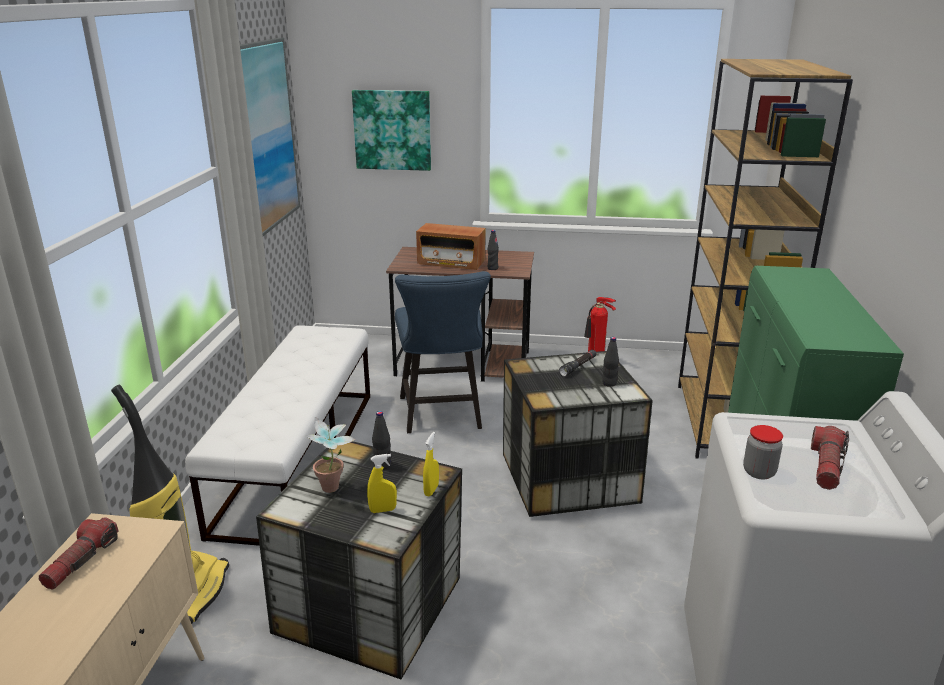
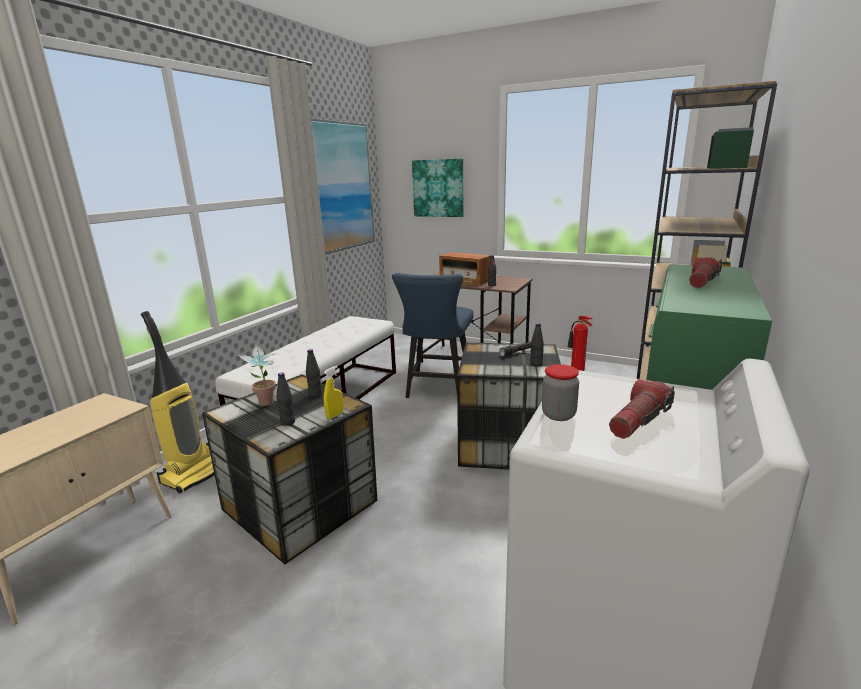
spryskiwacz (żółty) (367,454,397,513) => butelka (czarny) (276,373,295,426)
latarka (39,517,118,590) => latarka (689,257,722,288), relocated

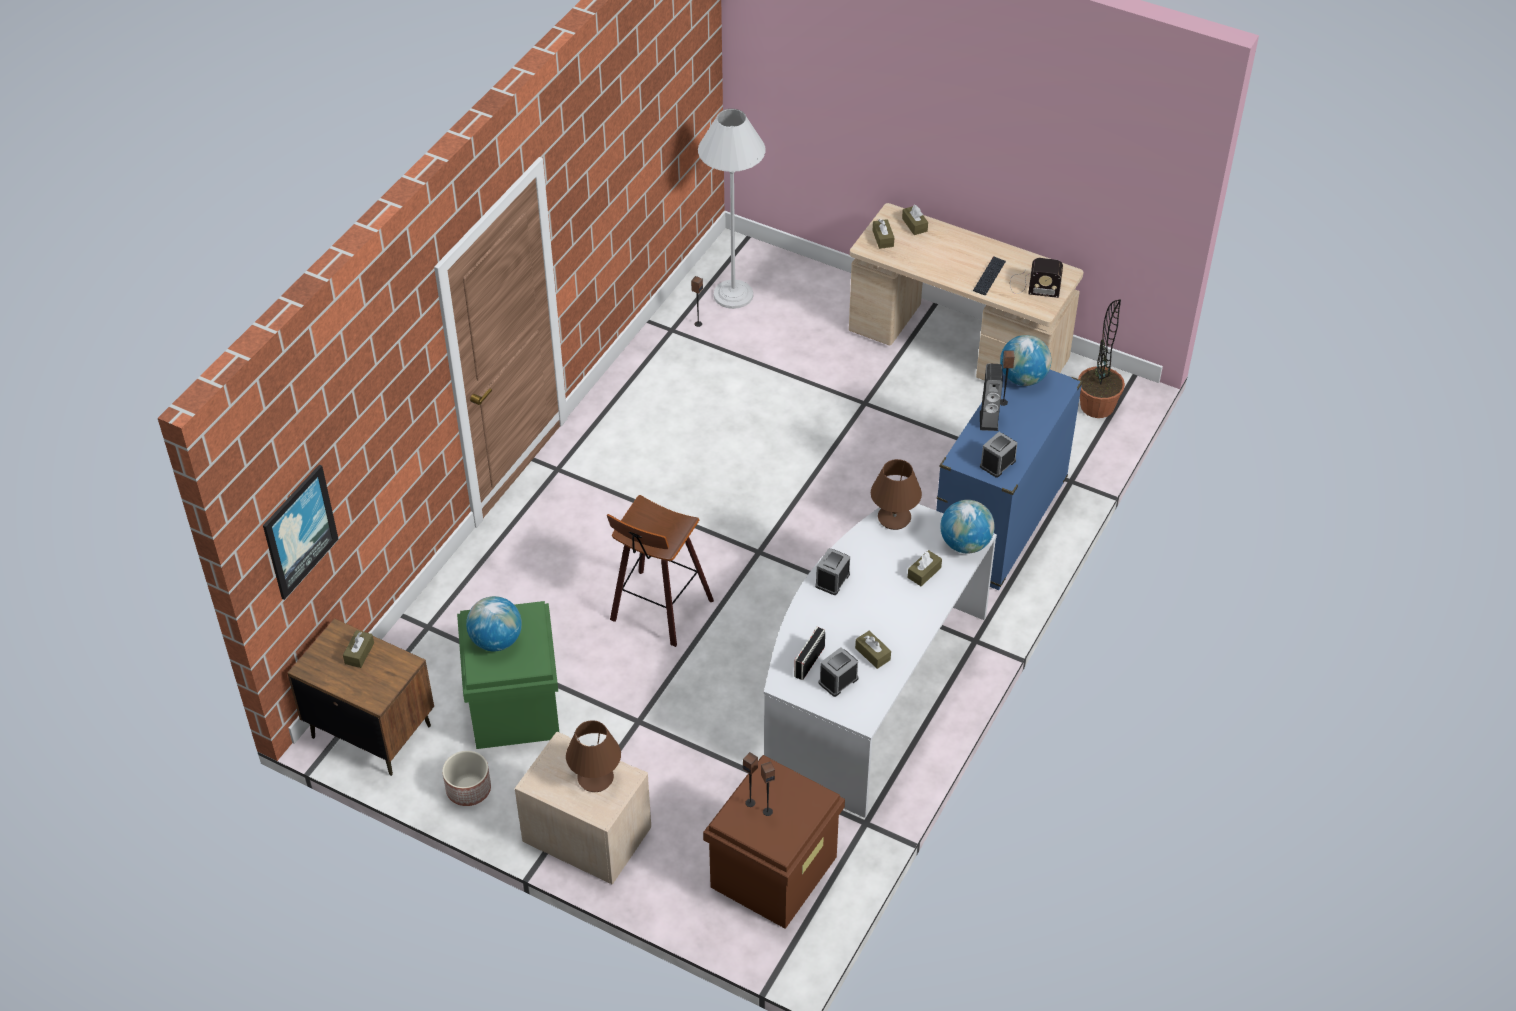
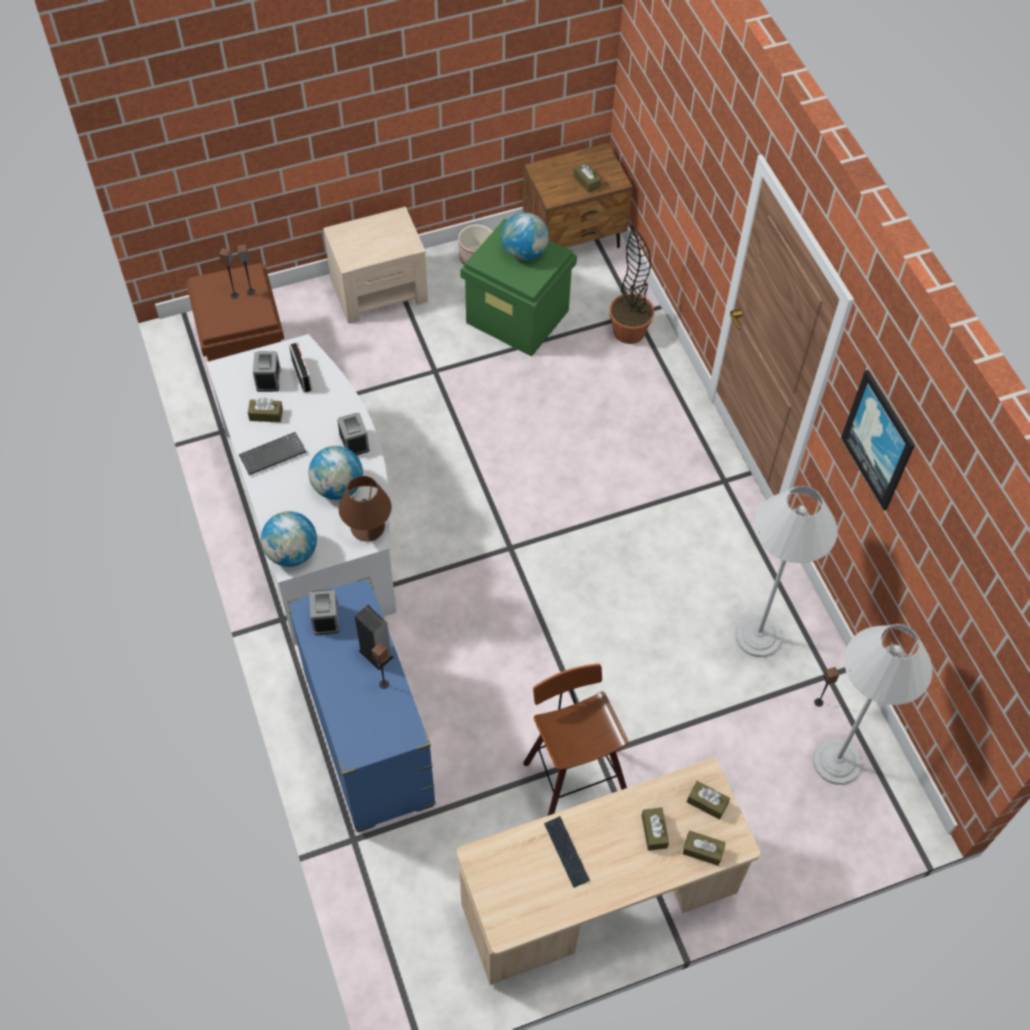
nothing => klawiatura (239,432,306,475)
globus (1000,335,1051,386) => globus (309,446,363,500), relocated
stołek (607,495,714,647) => stołek (523,664,628,816), relocated
roślina doniczkowa (1078,299,1125,418) => roślina doniczkowa (609,225,654,344), relocated
pudełko chusteczek (brązowy) (908,550,942,586) => pudełko chusteczek (brązowy) (642,808,669,851), relocated
nothing => lampa stojąca (biały) (735,485,838,657)
obraz (263,464,338,600) => obraz (841,370,915,510), relocated
lampa stołowa (brązowy) (566,720,621,792) => nothing
radio (1010,258,1063,298) => nothing

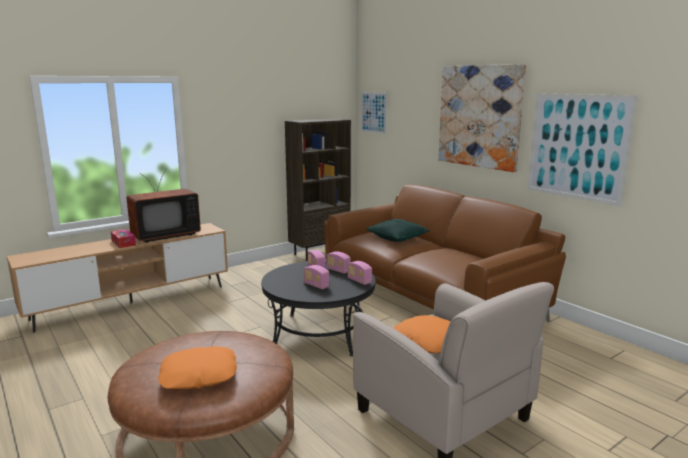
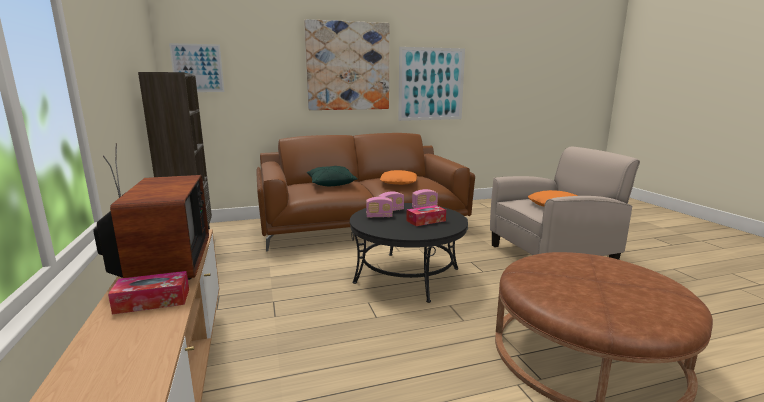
poduszka (pomarańczowy) (158,346,237,389) => poduszka (pomarańczowy) (380,170,417,185), relocated
radio (304,265,330,289) => pudełko chusteczek (406,205,446,226)

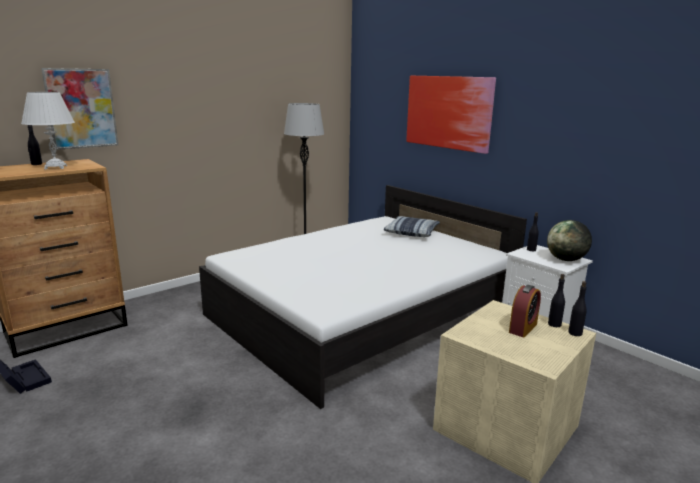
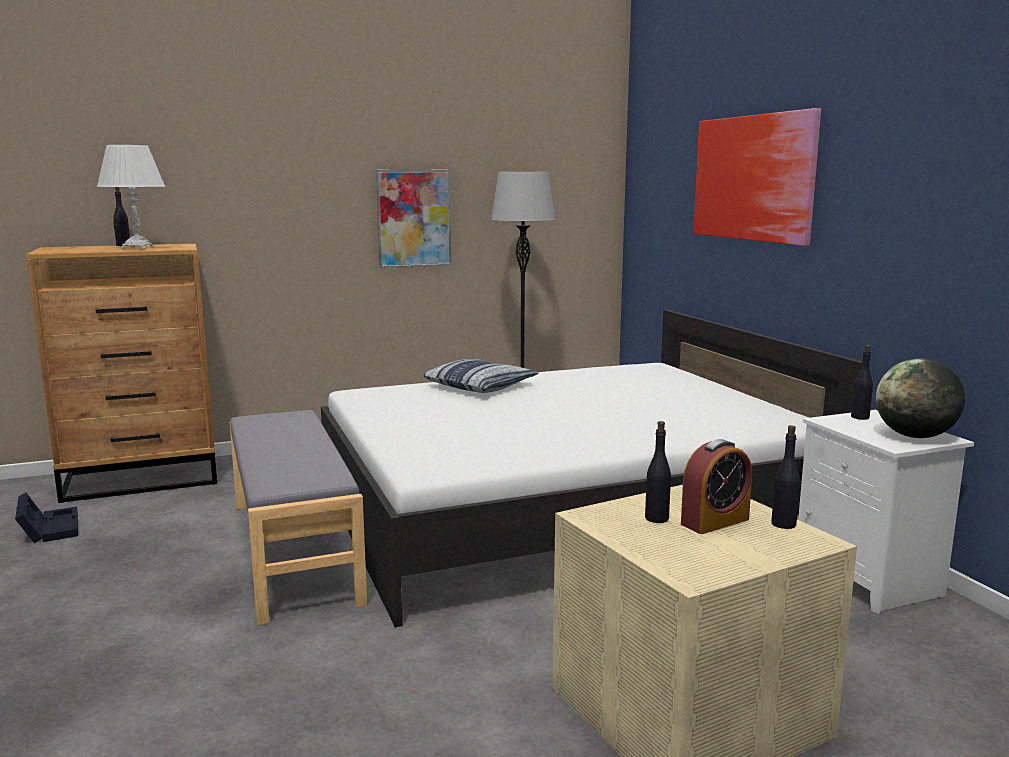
nothing => ławka (szary) (229,410,367,625)
obraz (41,68,118,150) => obraz (376,170,451,268), relocated
poduszka (384,216,440,237) => poduszka (423,359,538,393), relocated
butelka (czarny) (568,281,587,336) => butelka (czarny) (645,421,671,523), relocated

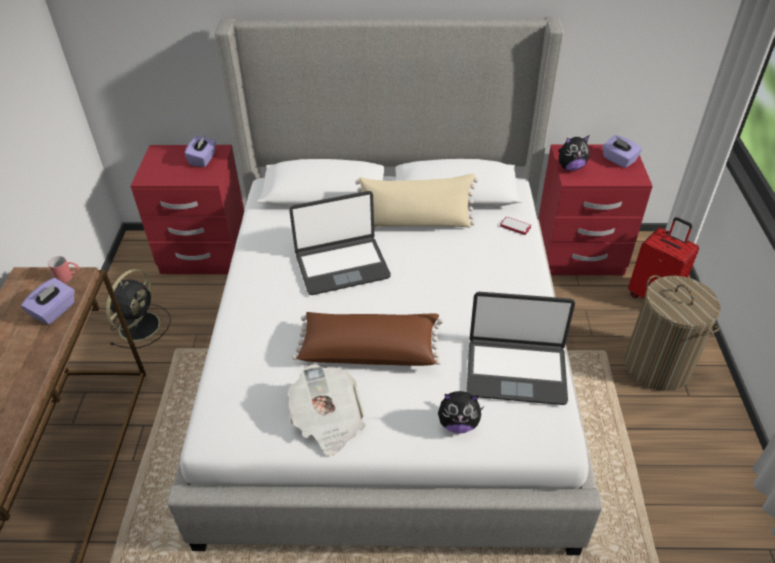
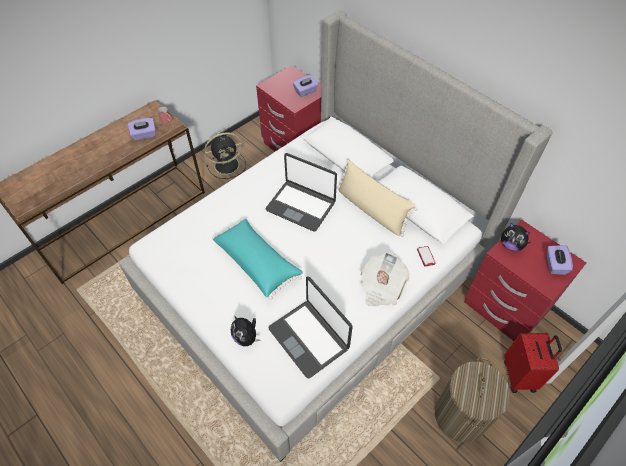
poduszka (brązowy) (292,312,443,366) => poduszka (turkusowy) (212,219,303,300)
gazeta (288,364,365,456) => gazeta (361,252,410,306), relocated

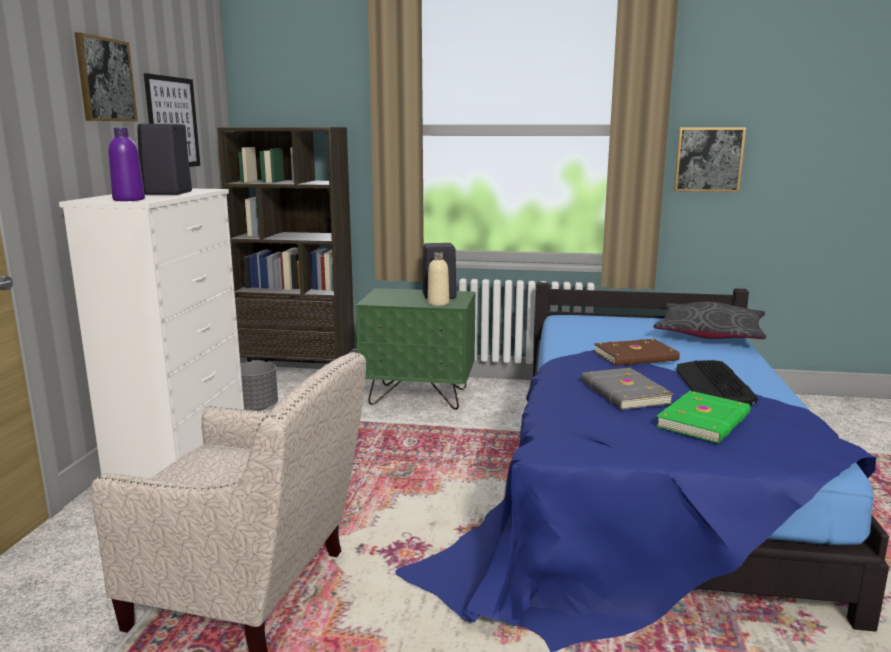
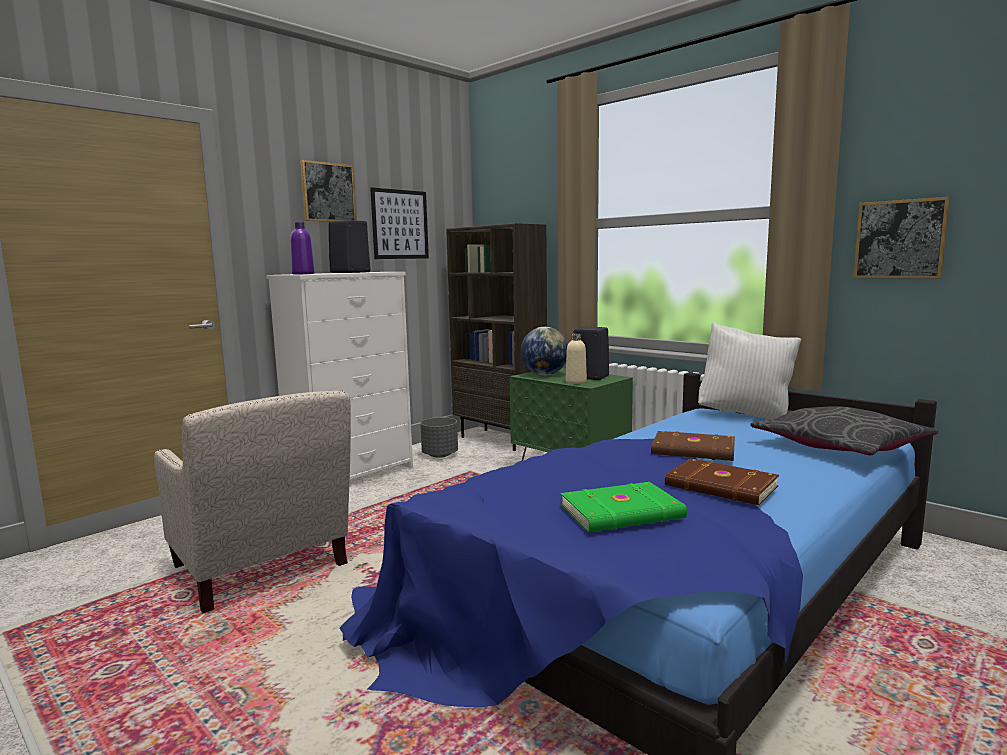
nothing => globus (521,327,568,375)
klawiatura (676,360,758,405) => książka (brązowy) (665,458,779,505)
nothing => poduszka (biały) (698,322,801,419)
książka (szary) (581,368,674,410) => nothing

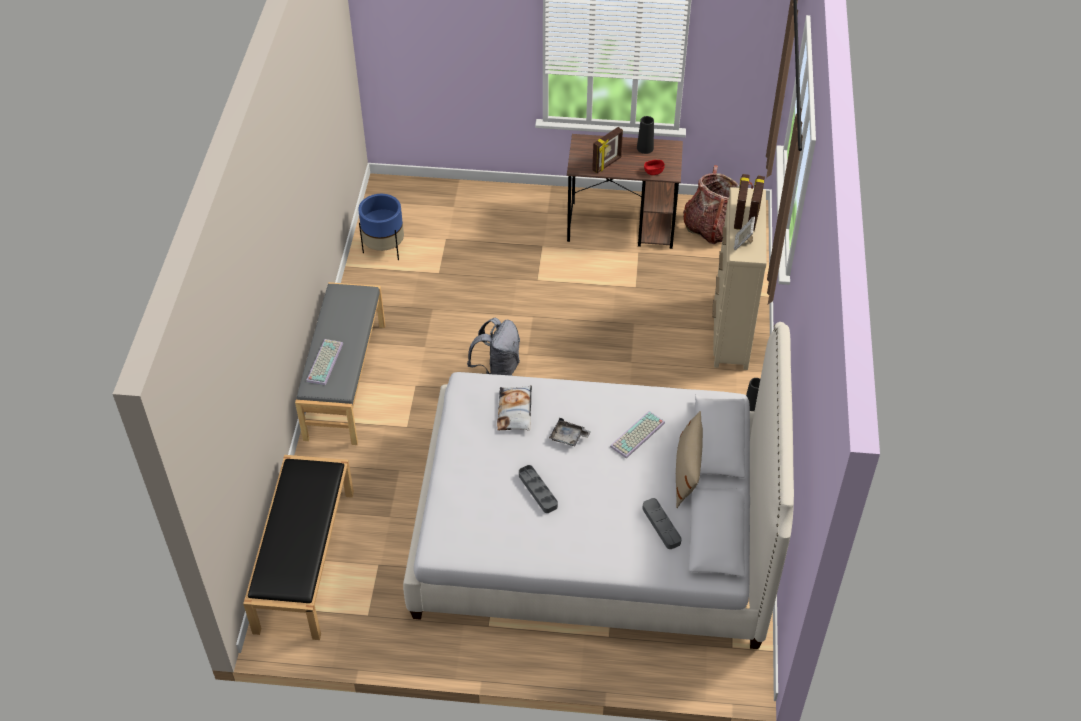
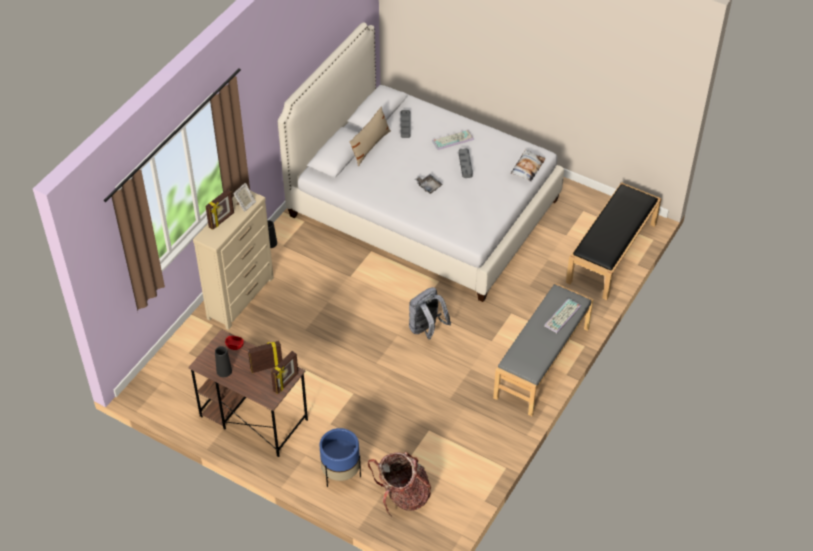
ramka na zdjęcie (734,174,750,230) => ramka na zdjęcie (271,351,298,394), relocated
donica (niebieski) (358,194,404,260) => donica (niebieski) (319,428,361,487), relocated
plecak (683,165,753,244) => plecak (368,452,431,517), relocated
klawiatura (610,411,665,458) => klawiatura (432,130,474,150), relocated
poduszka (497,385,532,431) => poduszka (511,149,546,182), relocated

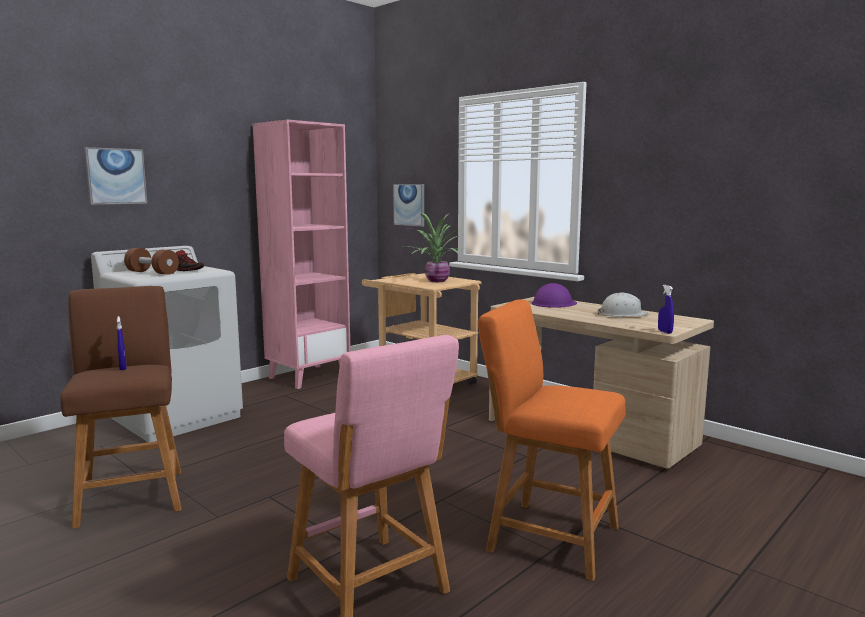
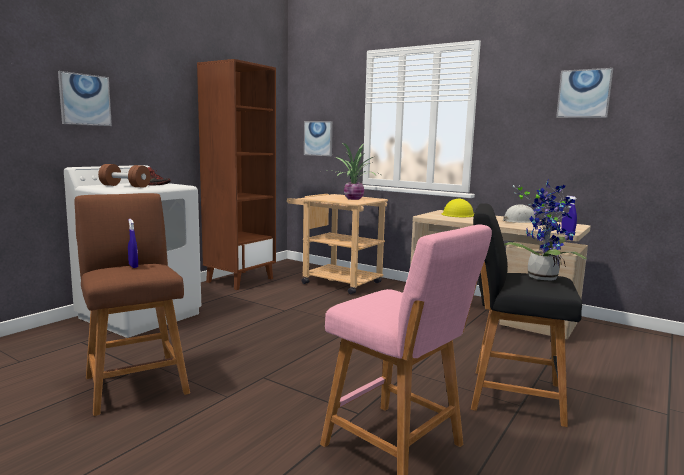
regał (różowy) (253,120,351,389) => regał (brązowy) (197,59,276,290)
kask (fioletowy) (532,283,577,308) => kask (żółty) (442,199,474,217)
stołek (pomarańczowy) (478,300,626,581) => stołek (czarny) (471,203,582,427)
nothing => roślina doniczkowa (504,180,587,280)
nothing => obraz (556,68,613,118)

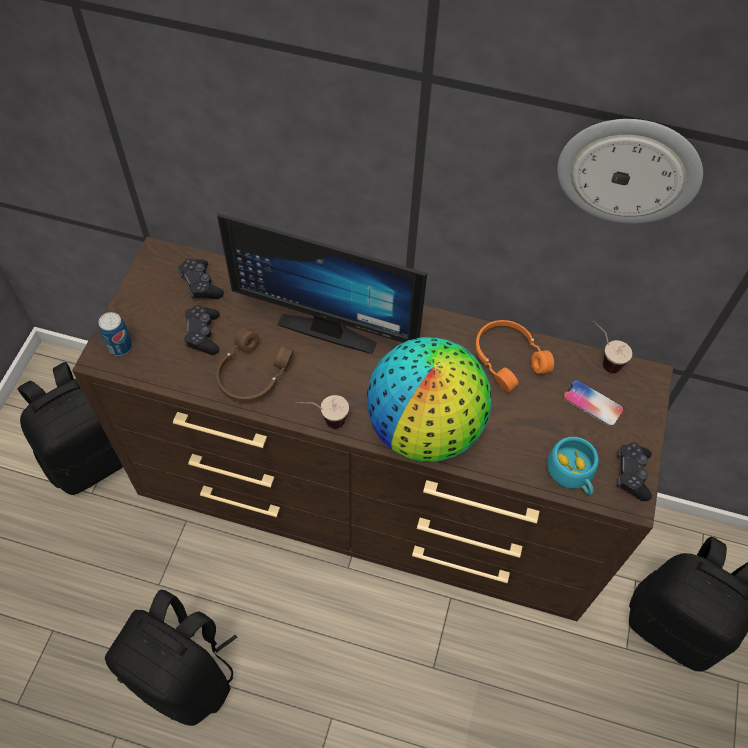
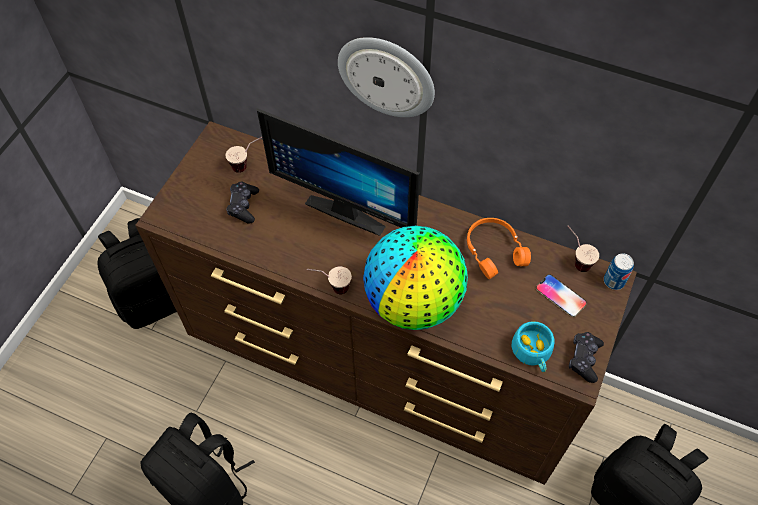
pad do gier (czarny) (178,259,224,299) => filiżanka (226,137,262,173)
zegar ścienny (557,119,703,223) => zegar ścienny (338,37,435,117), relocated
puszka (98,312,132,356) => puszka (604,253,634,290), relocated
słuchawki (brązowy) (217,327,294,402) => nothing

